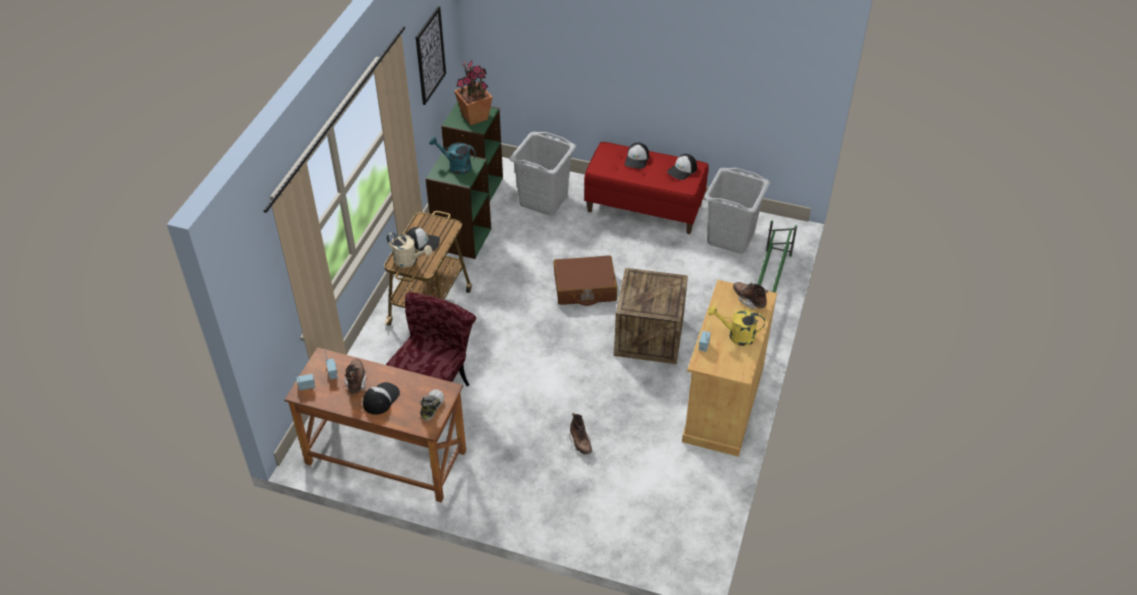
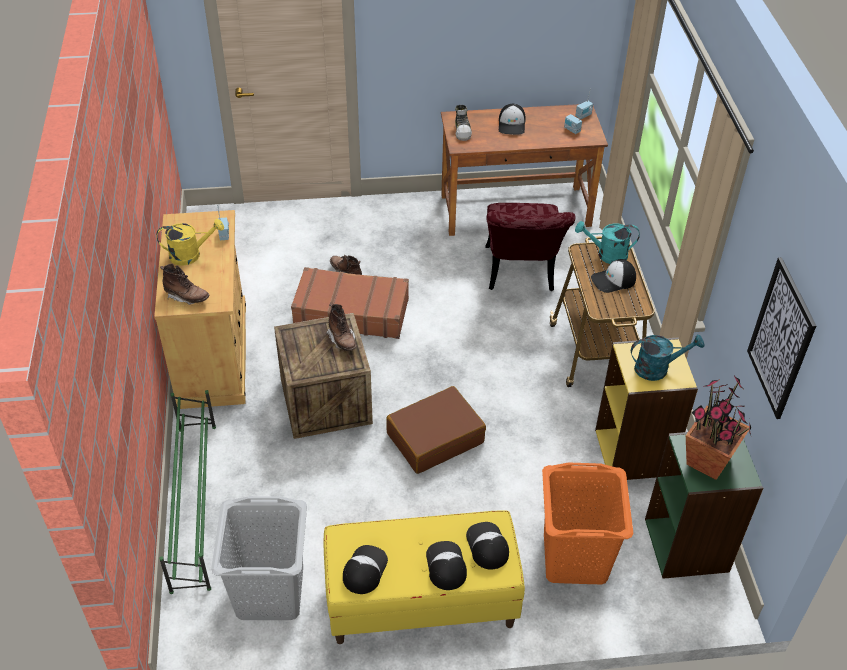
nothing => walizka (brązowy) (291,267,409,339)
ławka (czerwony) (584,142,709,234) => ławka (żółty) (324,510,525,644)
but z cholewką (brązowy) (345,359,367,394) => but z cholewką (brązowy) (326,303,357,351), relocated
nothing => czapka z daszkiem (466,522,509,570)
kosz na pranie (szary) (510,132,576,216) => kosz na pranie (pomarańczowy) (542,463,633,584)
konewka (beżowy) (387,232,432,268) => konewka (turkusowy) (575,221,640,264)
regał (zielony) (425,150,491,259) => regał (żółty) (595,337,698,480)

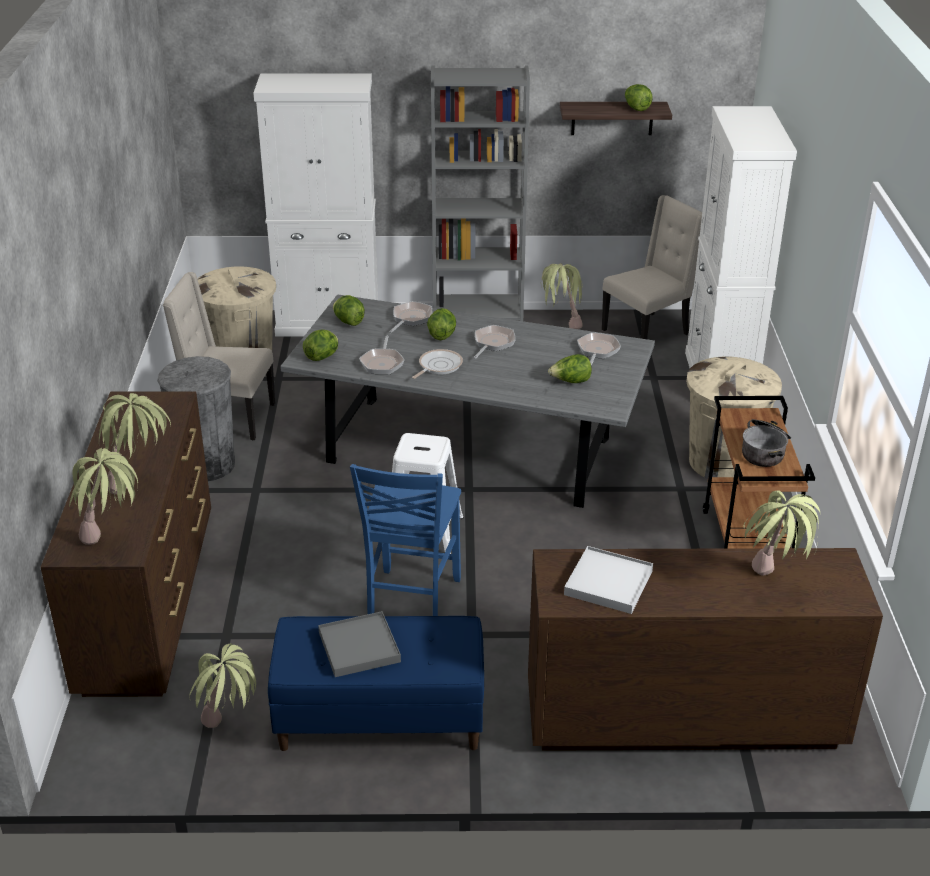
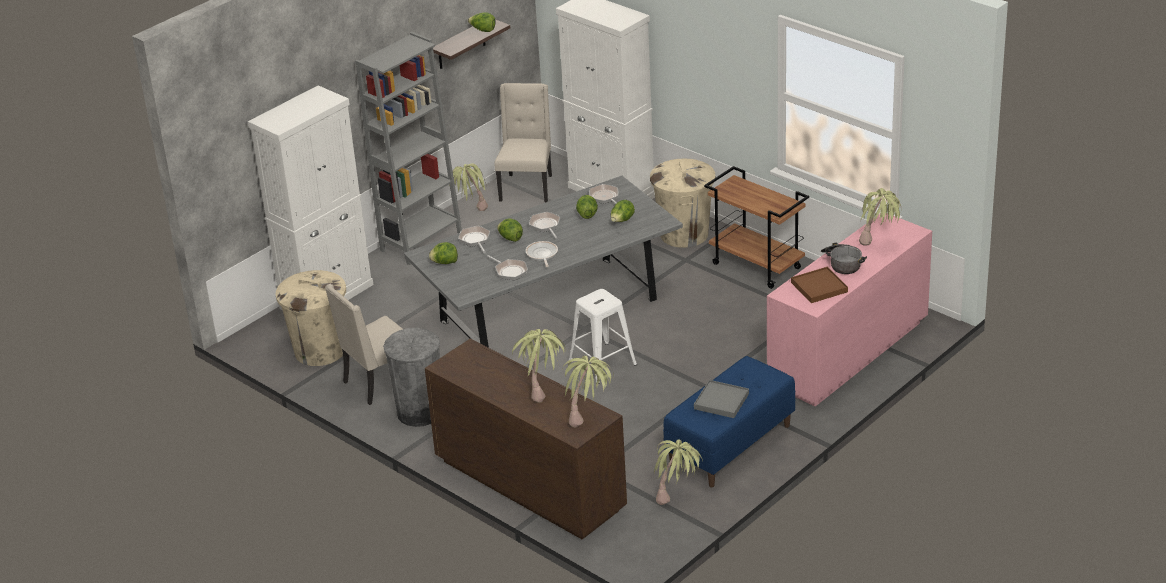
sałata (303,330,338,361) => sałata (576,195,598,219), relocated
komoda (brązowy) (528,548,883,751) => komoda (różowy) (767,213,932,407)
taca (biały) (564,546,653,614) => taca (brązowy) (791,267,848,303)
garnek (742,419,791,467) => garnek (821,243,867,274), relocated
krzesło (niebieski) (350,464,461,616) => nothing

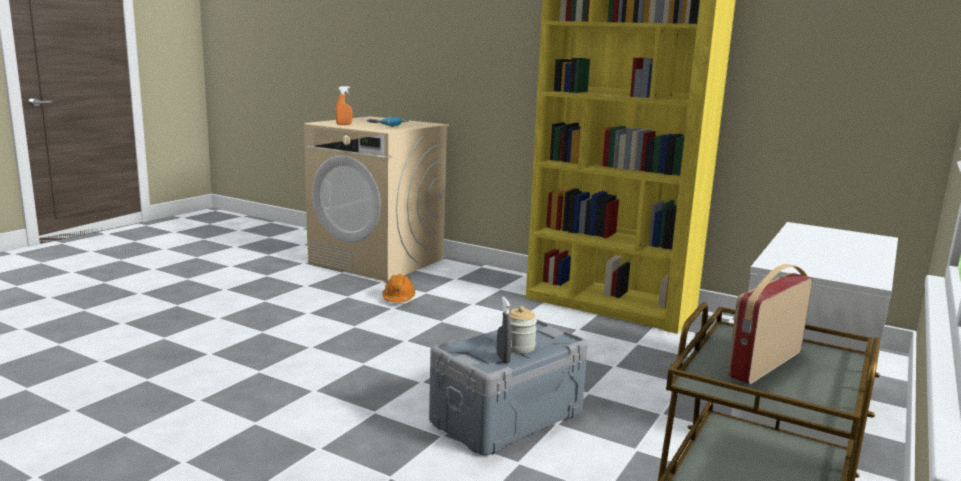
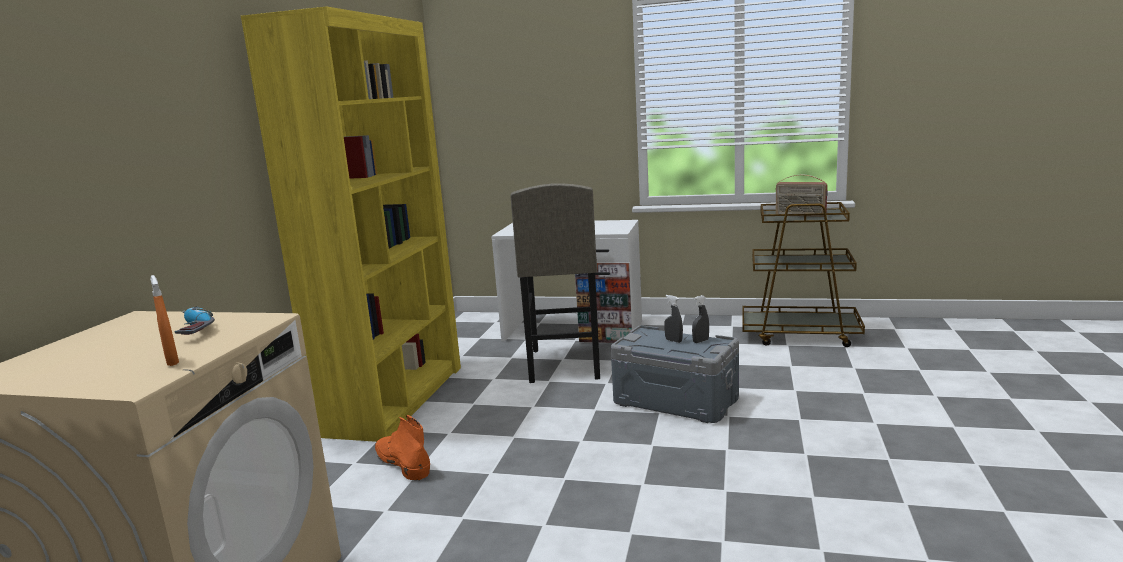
nothing => but z cholewką (pomarańczowy) (375,415,430,481)
nothing => stołek (szary) (510,183,600,383)
słoik (509,306,537,353) => spryskiwacz (szary) (664,295,683,343)
kask (pomarańczowy) (382,274,415,303) => nothing

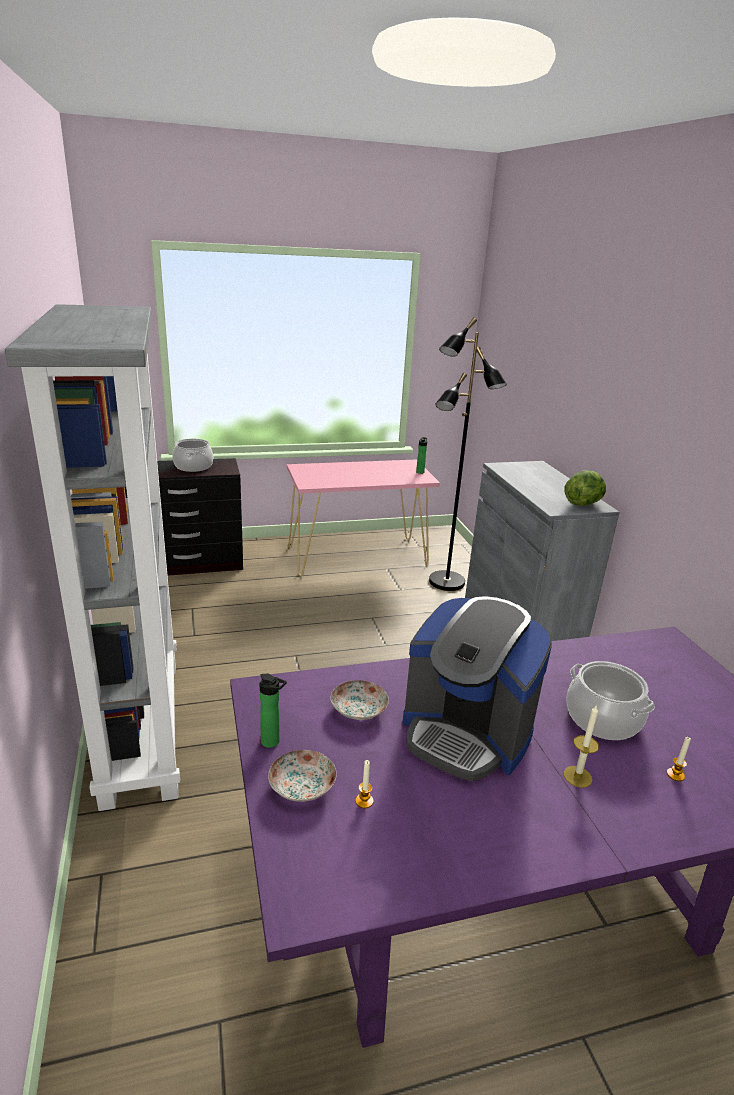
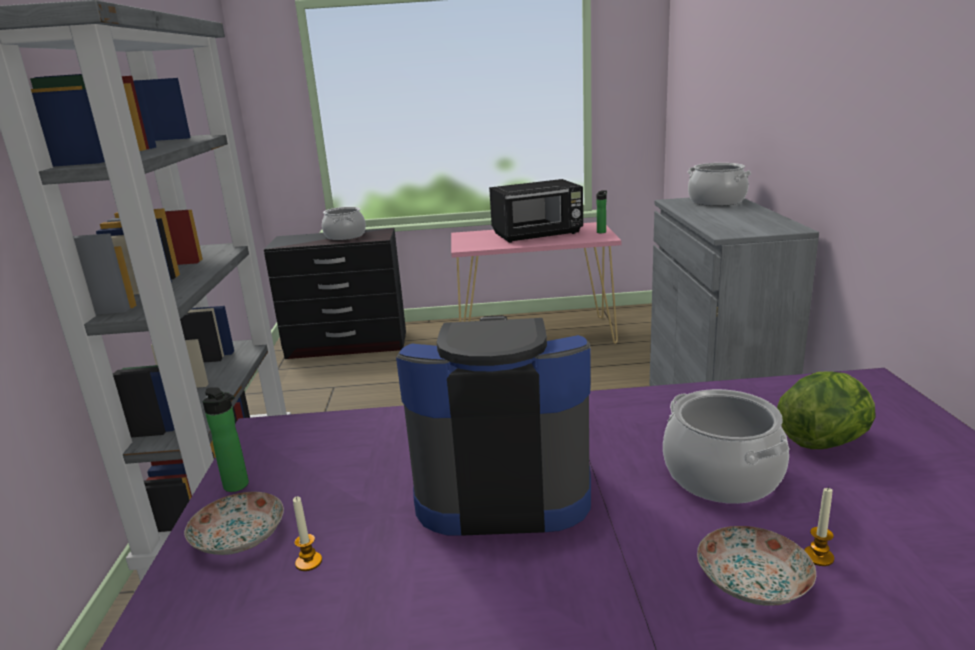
ekspres do kawy (403,596,552,781) => ekspres do kawy (396,315,591,536), 135 degrees clockwise
nothing => mikrofalówka (czarny) (489,179,583,243)
nothing => garnek (688,163,751,206)
talerz (330,680,389,720) => talerz (697,526,816,606), relocated
sałata (564,470,606,506) => sałata (777,372,876,449), relocated
lampa stojąca (czarny) (429,317,507,591) => nothing
świeca (563,704,599,788) => nothing

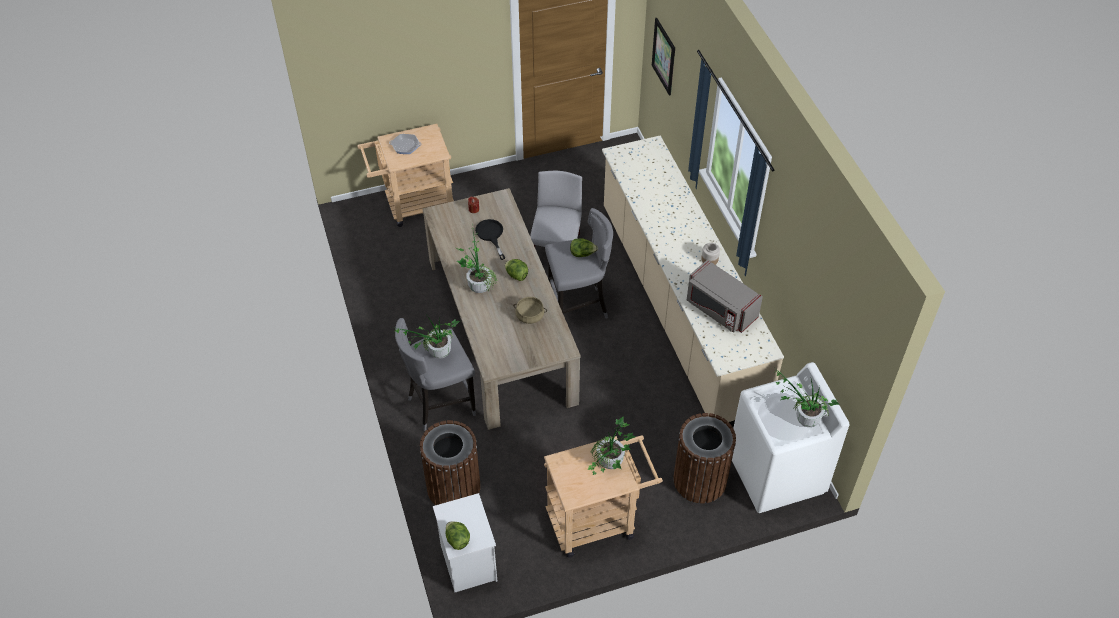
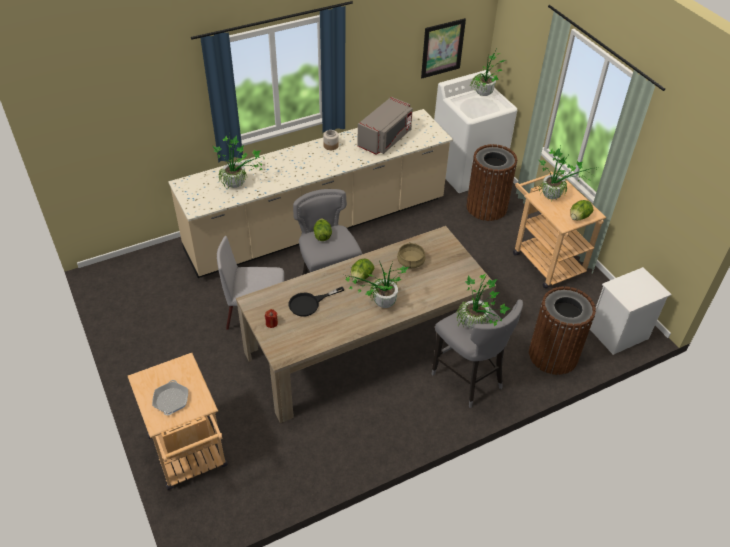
nothing => roślina doniczkowa (213,135,265,190)
obraz (652,18,675,96) => obraz (421,18,466,78), relocated
sałata (445,521,470,550) => sałata (570,200,593,220), relocated

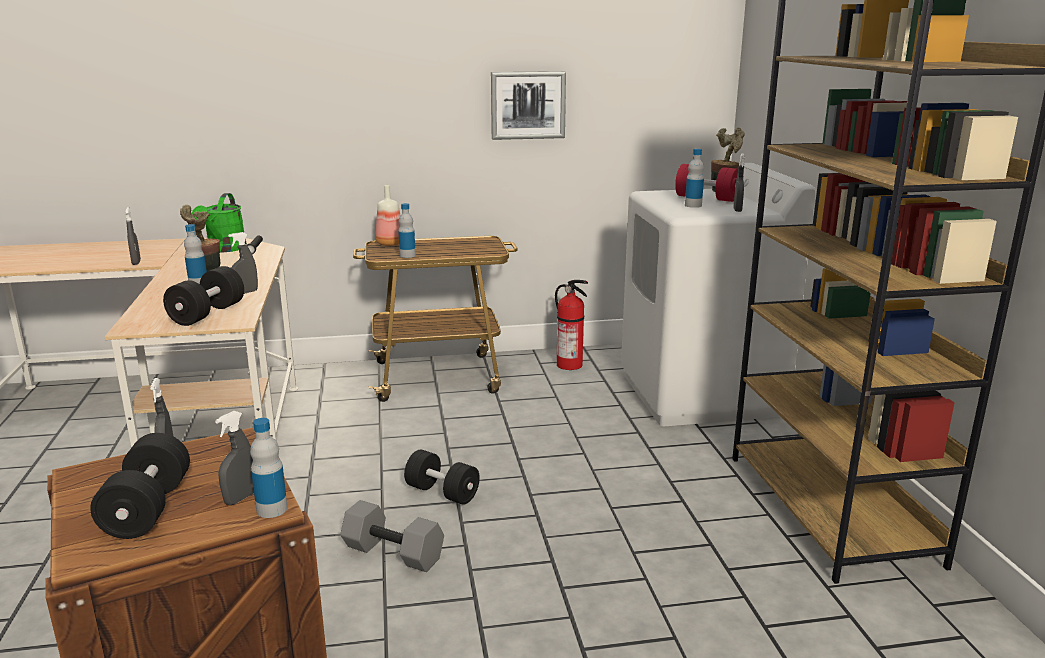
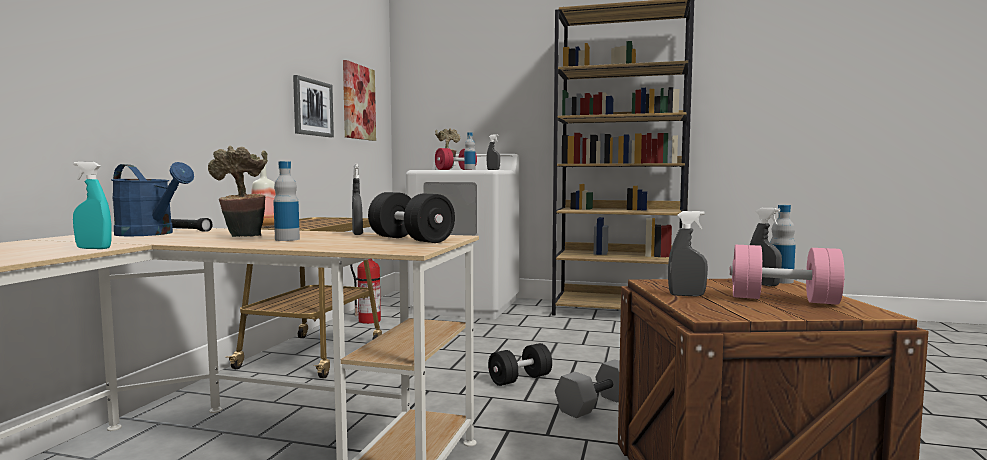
spryskiwacz (szary) (125,207,141,265) => spryskiwacz (turkusowy) (73,161,112,249)
konewka (zielony) (192,193,247,252) => konewka (niebieski) (111,162,194,236)
nothing => obraz (343,60,376,141)
hantel (czarny) (90,433,190,539) => hantel (różowy) (730,245,845,305)
butelka (398,203,416,258) => nothing

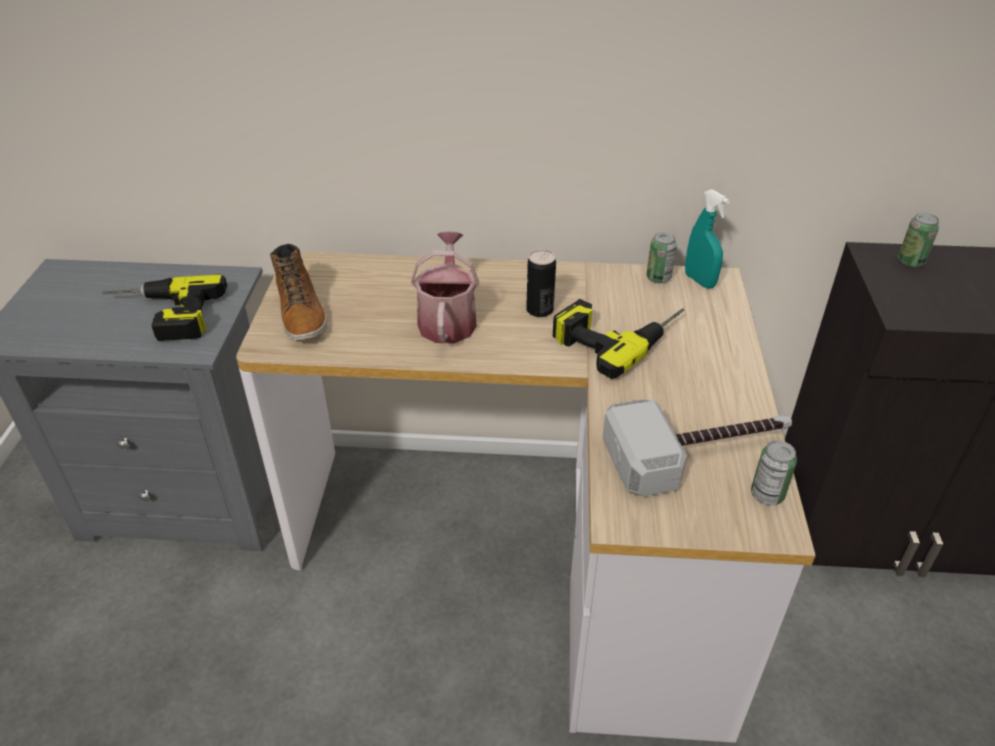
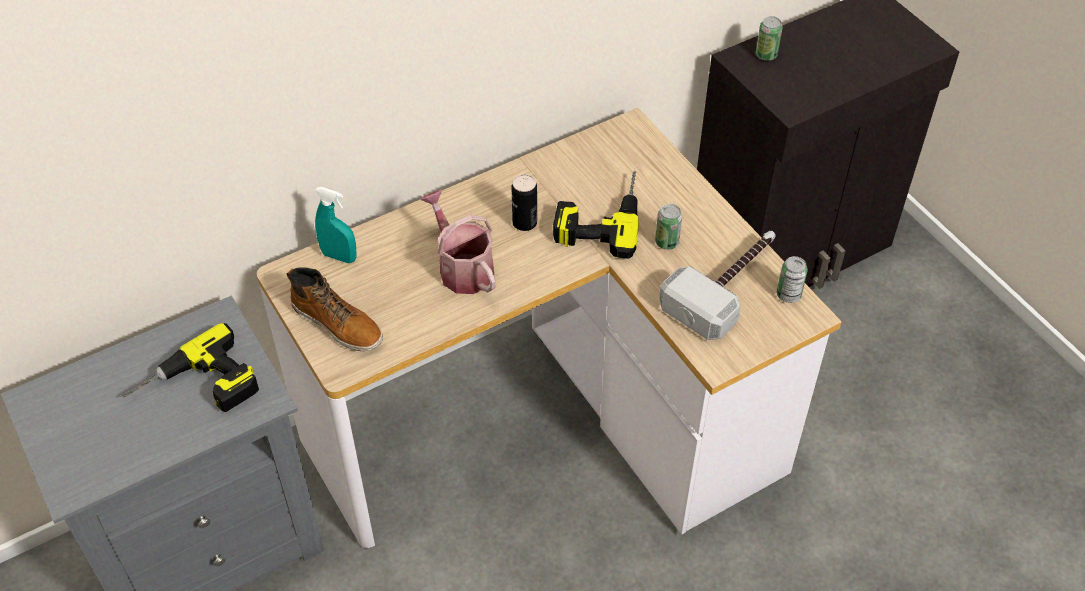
spryskiwacz (turkusowy) (685,189,730,289) => spryskiwacz (turkusowy) (315,187,357,263), relocated
puszka (647,232,677,283) => puszka (655,204,682,250), relocated

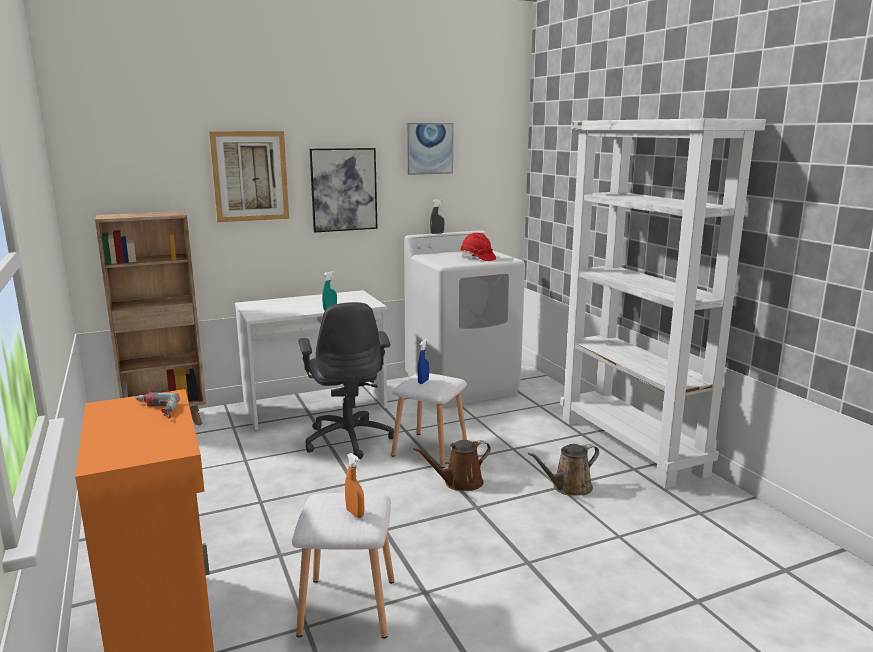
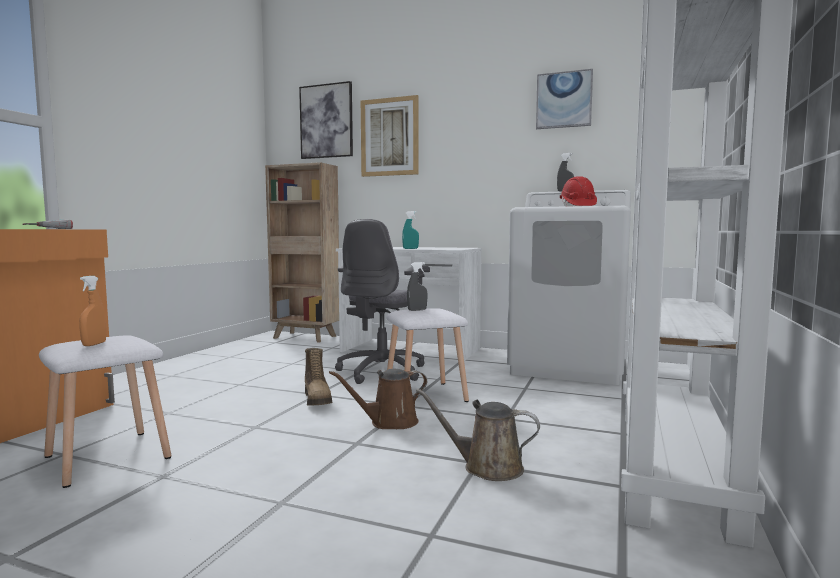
obraz (310,148,377,232) => obraz (299,81,353,159), relocated
nothing => but z cholewką (305,348,332,405)
konewka (brązowy) (414,440,491,491) => konewka (brązowy) (329,369,427,429), 45 degrees counterclockwise
spryskiwacz (niebieski) (418,339,429,384) => spryskiwacz (szary) (407,262,427,311)

